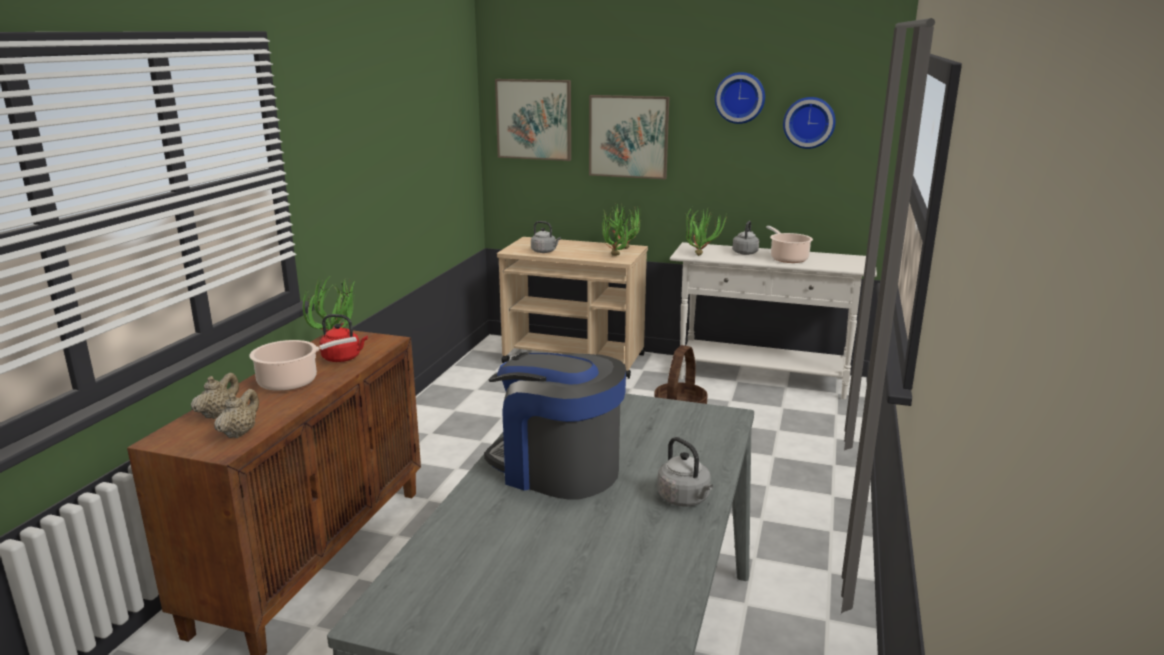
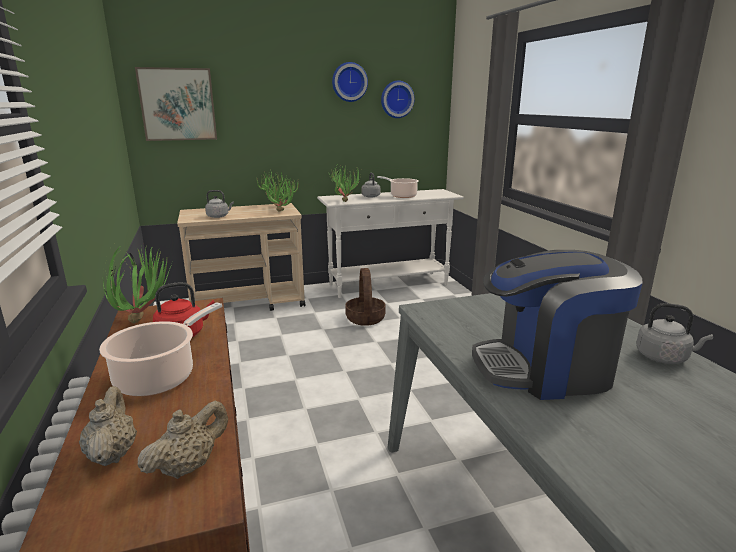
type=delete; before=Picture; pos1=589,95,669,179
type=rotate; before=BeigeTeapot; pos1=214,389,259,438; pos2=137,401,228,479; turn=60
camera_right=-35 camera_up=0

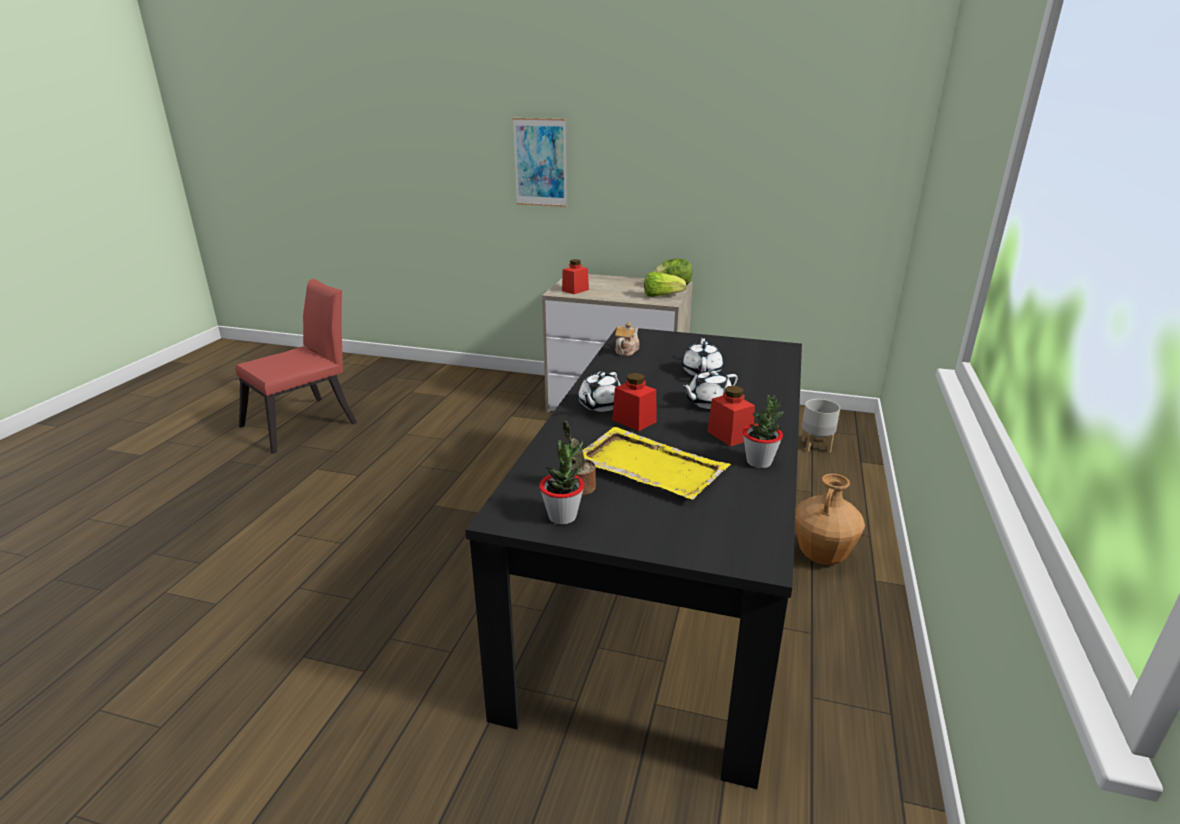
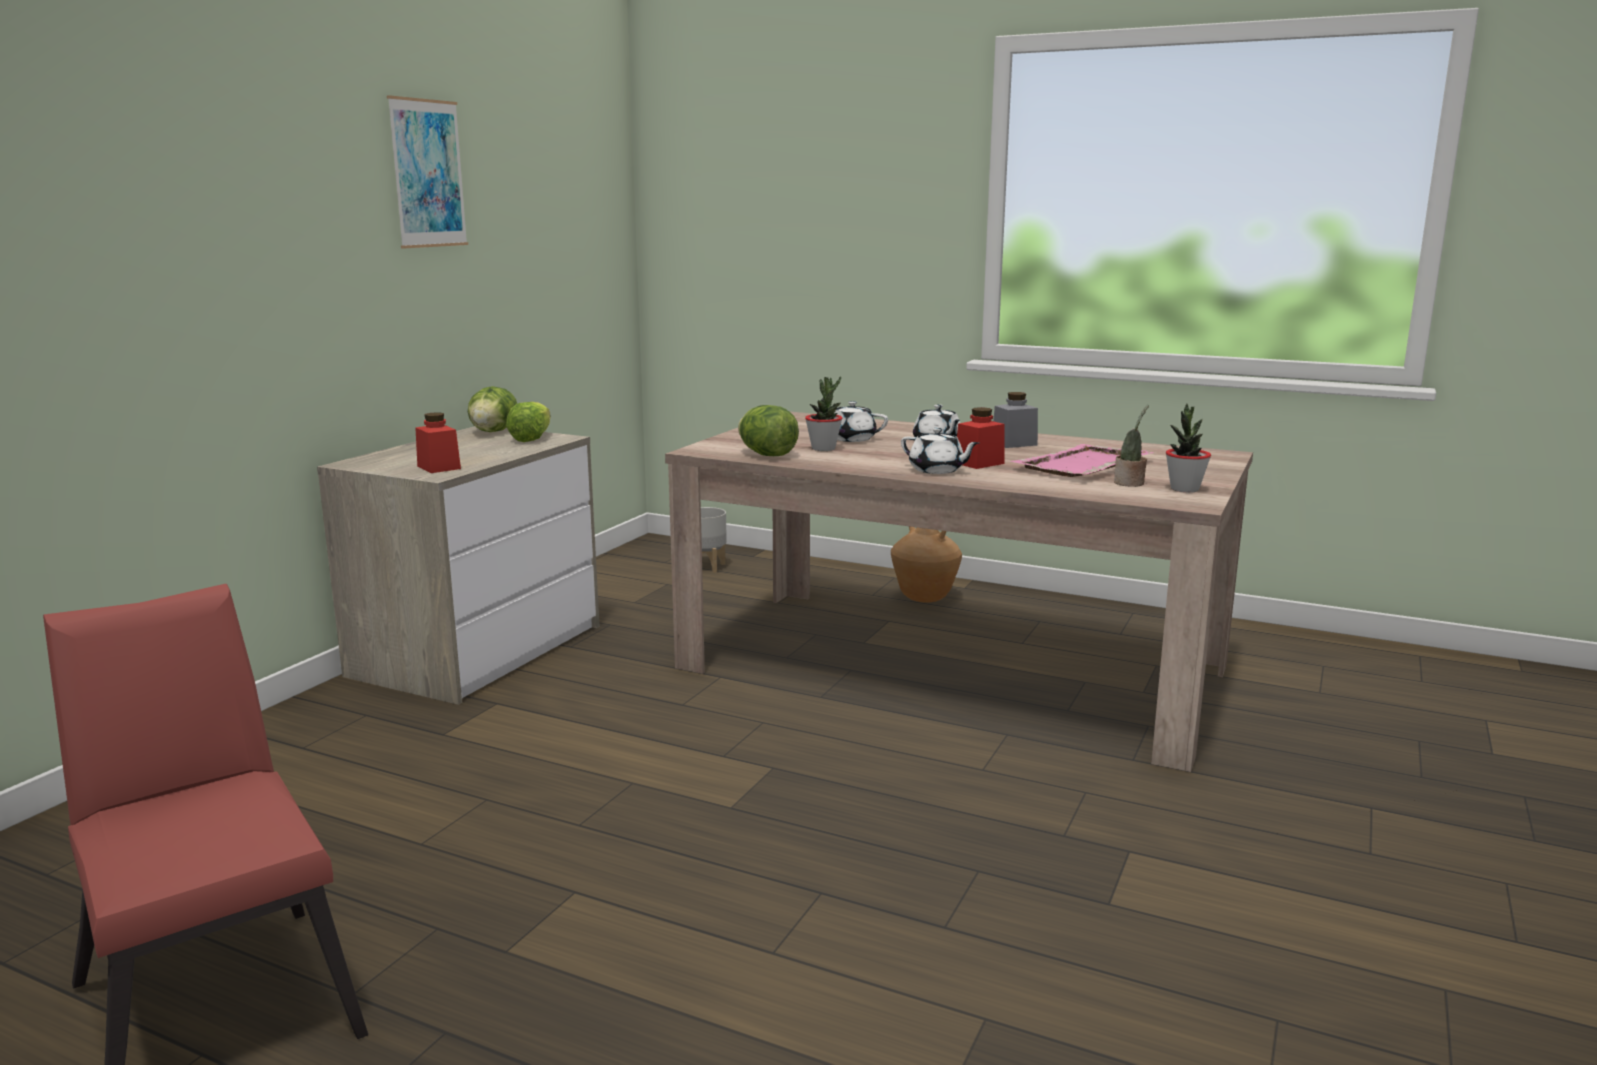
type=move; before=Picture; pos1=513,118,567,207; pos2=387,95,468,248
type=move; before=PlantInAPot; pos1=742,394,785,468; pos2=805,376,842,451
type=replace; before=Teapot; after=LettuceHead; pos1=615,322,640,356; pos2=738,405,799,456
type=recolor; before=BlackColouredKitchenTable; after=BeigeKitchenTable; pos1=465,326,802,789; pos2=665,411,1253,772
type=recolor; before=YellowishCarryingTray; after=PinkColouredCarryingTray; pos1=573,427,731,499; pos2=1010,444,1154,477
type=recolor; before=RedColouredPreserveJar; after=GreyPreserveJar; pos1=707,386,755,447; pos2=993,392,1038,448
camera_right=-80 camera_up=-10

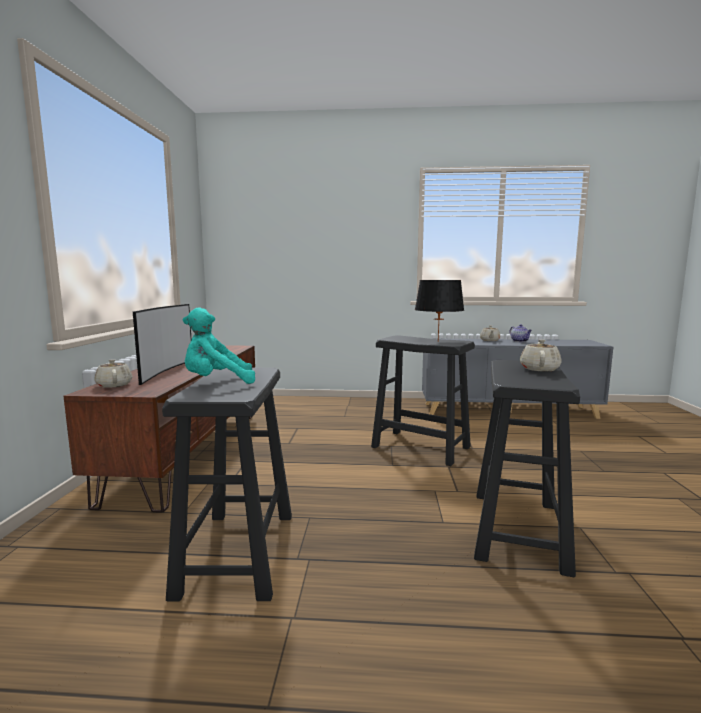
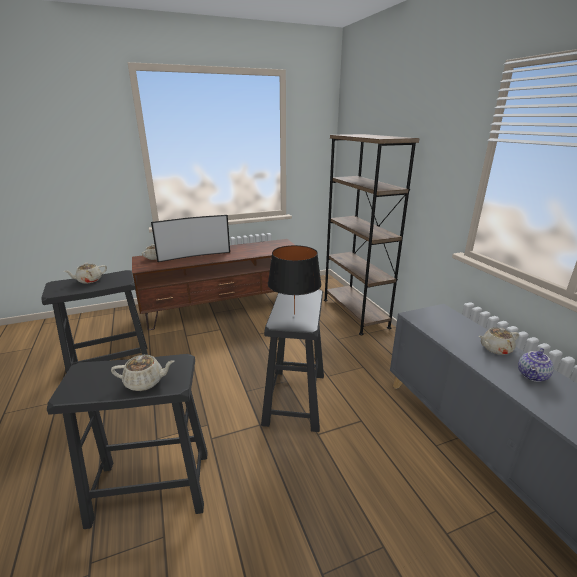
type=insert; after=BrownColouredBookcase; pos2=324,134,419,335
type=replace; before=TurquoisePlushToy; after=BeigeTeapot; pos1=183,307,255,384; pos2=64,263,107,283
camera_right=65 camera_up=15

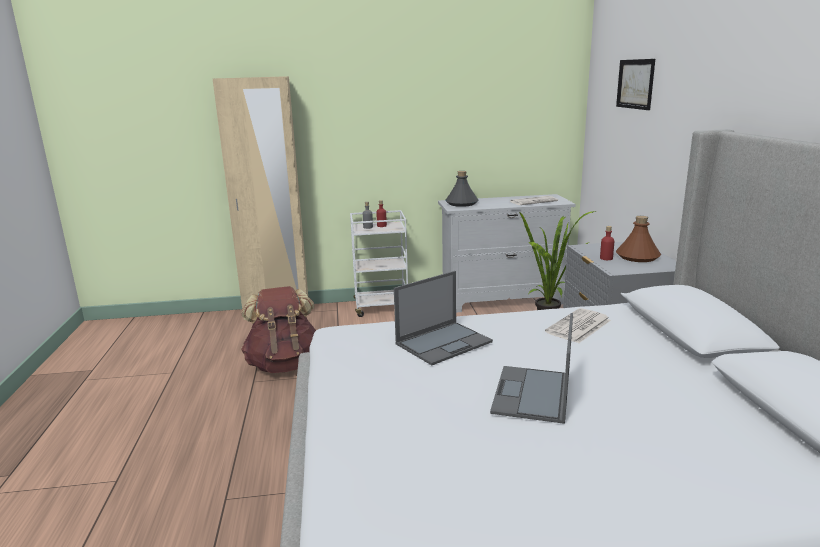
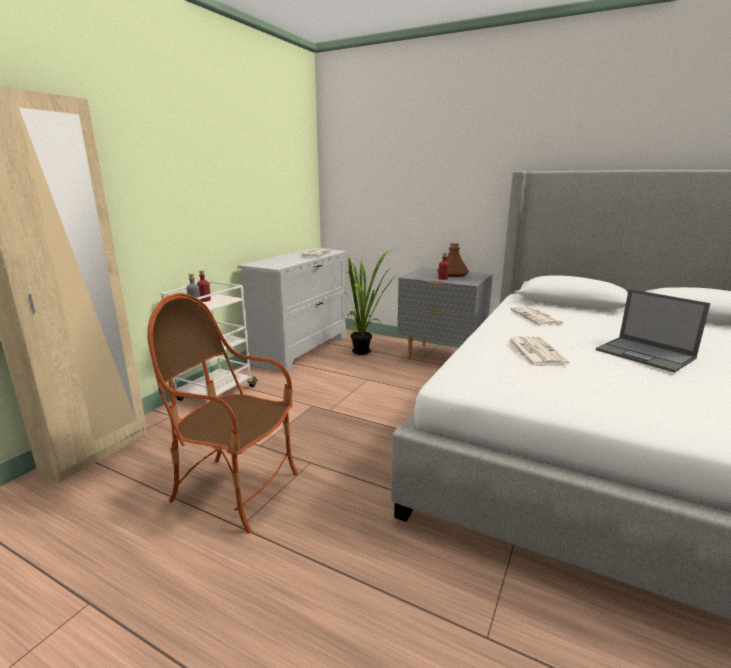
type=delete; before=GreyBottle; pos1=445,171,478,207
type=delete; before=Picture; pos1=616,59,655,110
type=replace; before=BrownColouredKnapsack; after=Armchair; pos1=241,286,316,373; pos2=147,293,298,533
type=replace; before=PortableComputer; after=PrintedPaper; pos1=394,271,493,365; pos2=508,336,569,366
camera_right=-55 camera_up=0

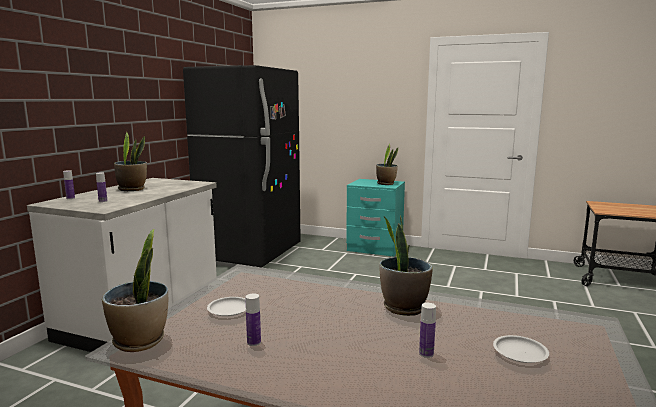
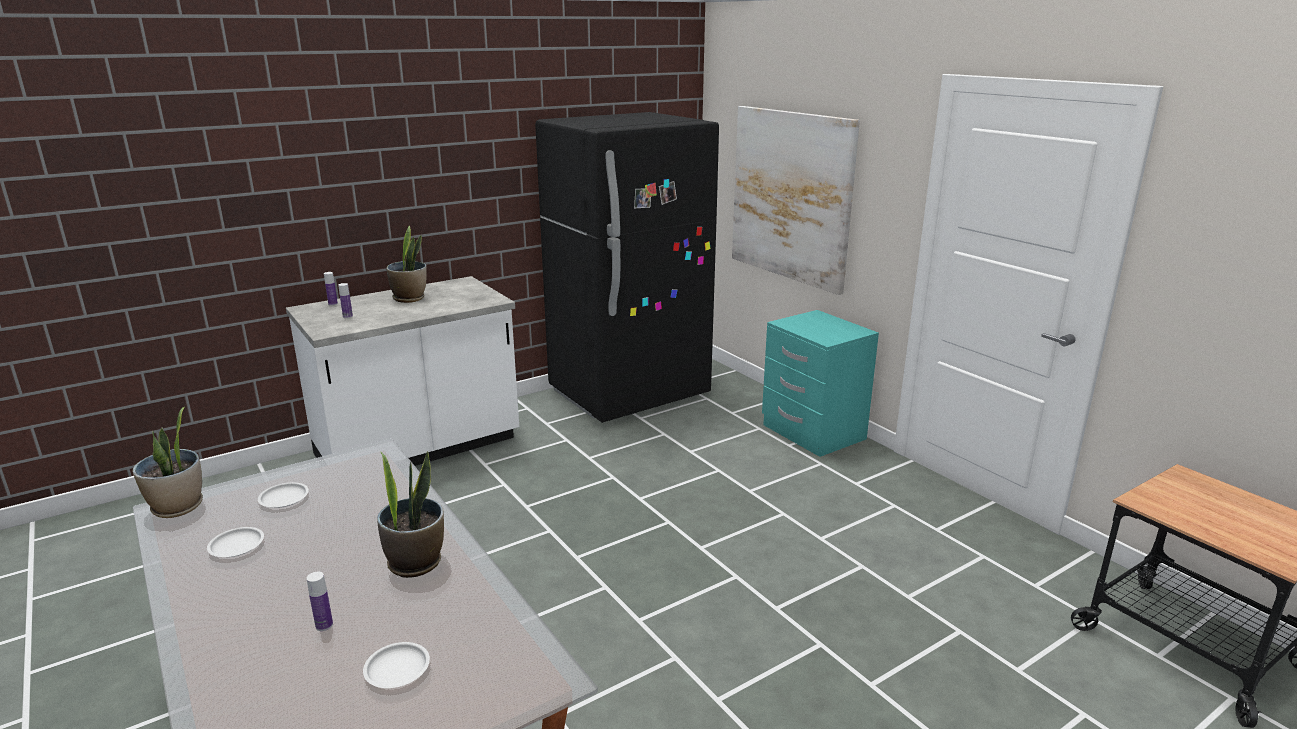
type=delete; before=PlantInAPot; pos1=376,144,398,185
type=insert; after=Picture; pos2=732,106,860,295
type=replace; before=Bottle; after=WhitishDinnerPlate; pos1=246,293,261,346; pos2=207,527,264,557
camera_right=35 camera_up=10

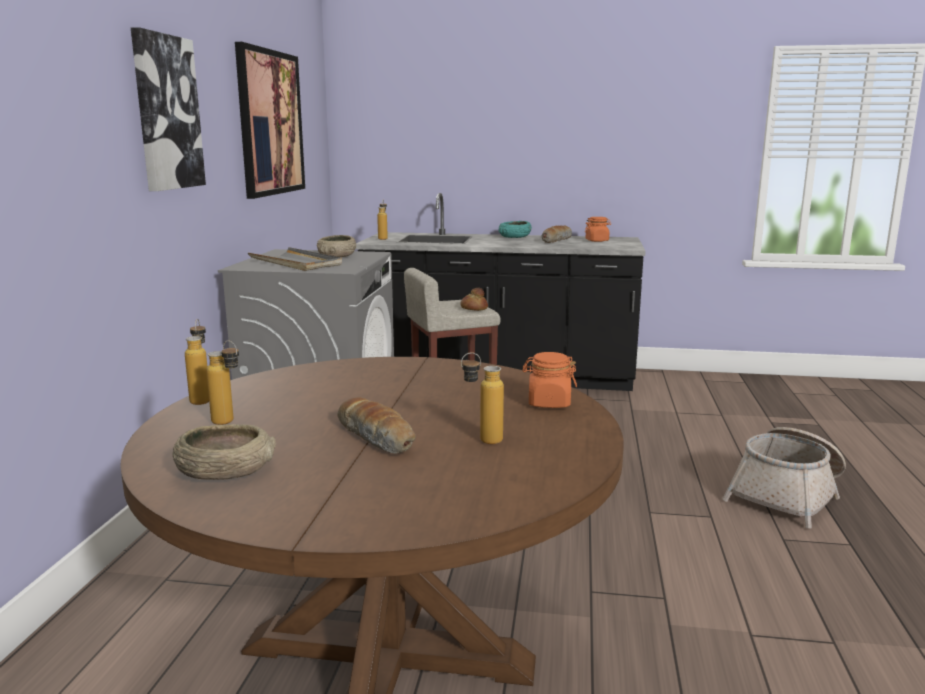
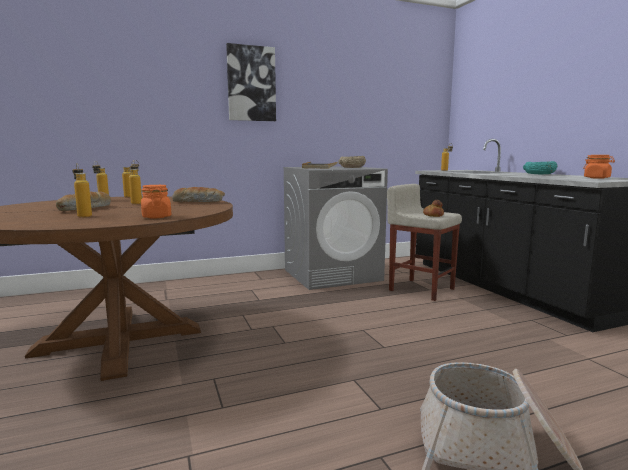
type=delete; before=BeigeBowl; pos1=172,424,276,480
type=delete; before=Picture; pos1=235,42,305,199
type=insert; after=Bottle; pos2=129,164,142,204
type=move; before=Bread; pos1=542,225,572,243; pos2=172,187,225,202
camera_right=60 camera_up=-5

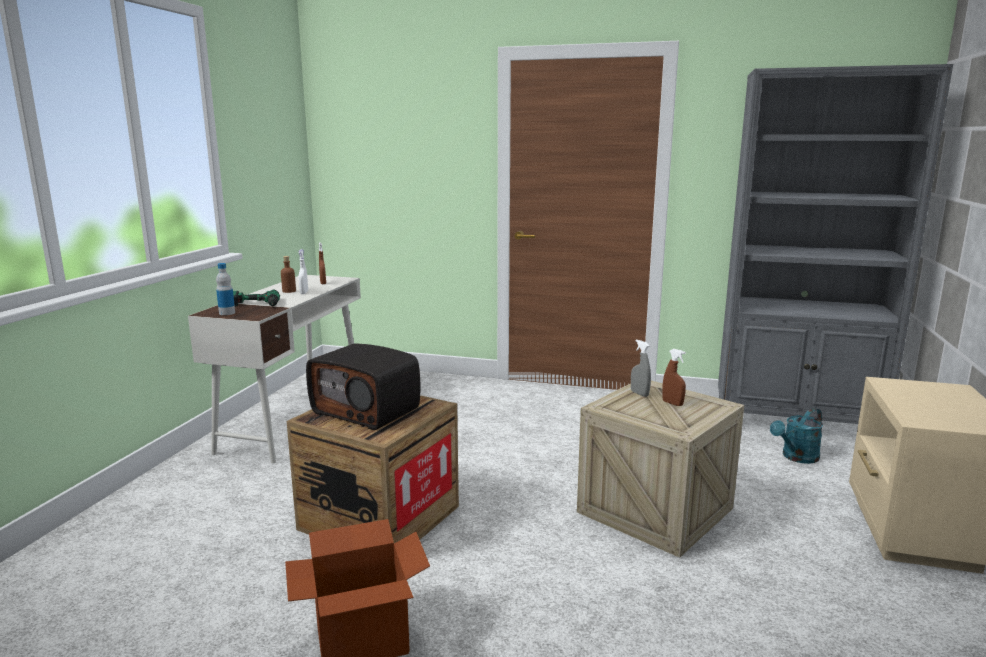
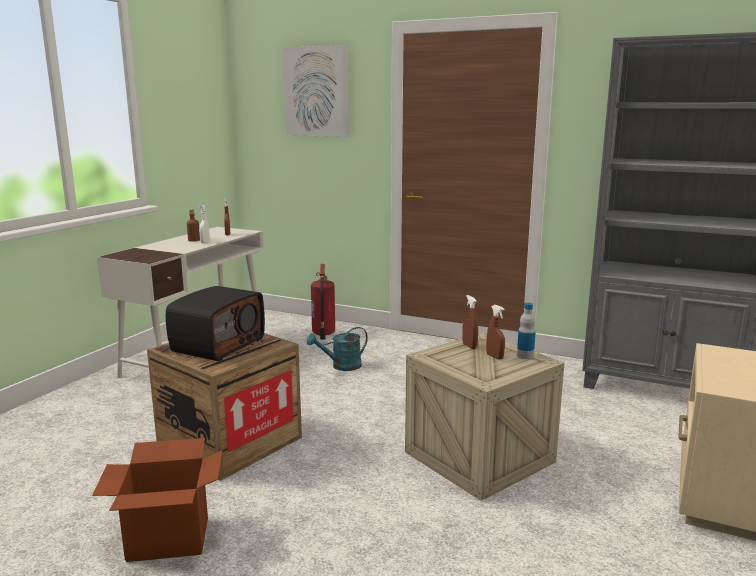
type=delete; before=PowerDrill; pos1=233,290,280,307
type=insert; after=Picture; pos2=283,45,349,137
type=insert; after=FireFightingCylinder; pos2=311,264,335,340
type=move; before=Bottle; pos1=216,263,235,315; pos2=517,302,536,359
type=move; before=TurquoiseWateringCan; pos1=770,408,823,464; pos2=307,327,368,371
type=recolor; before=GreyHandSprayer; after=BrownColouredHandSprayer; pos1=631,340,651,397; pos2=462,295,478,349
type=rotate; before=Radio; pos1=306,343,420,430; pos2=166,286,265,361; turn=-105
camera_right=10 camera_up=0

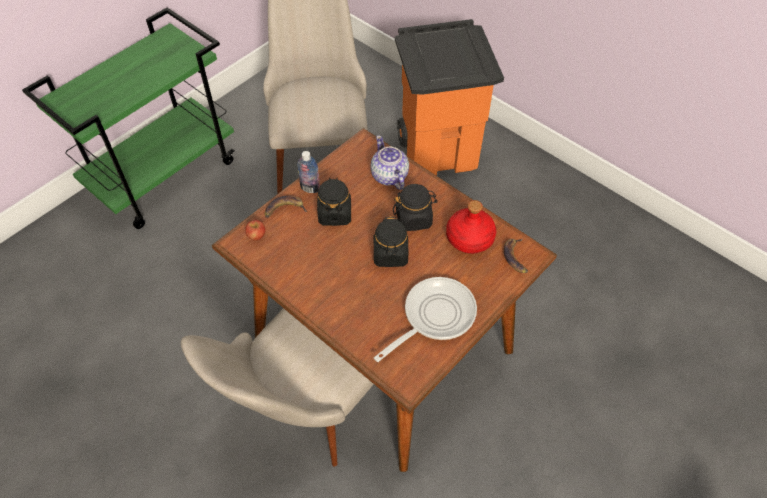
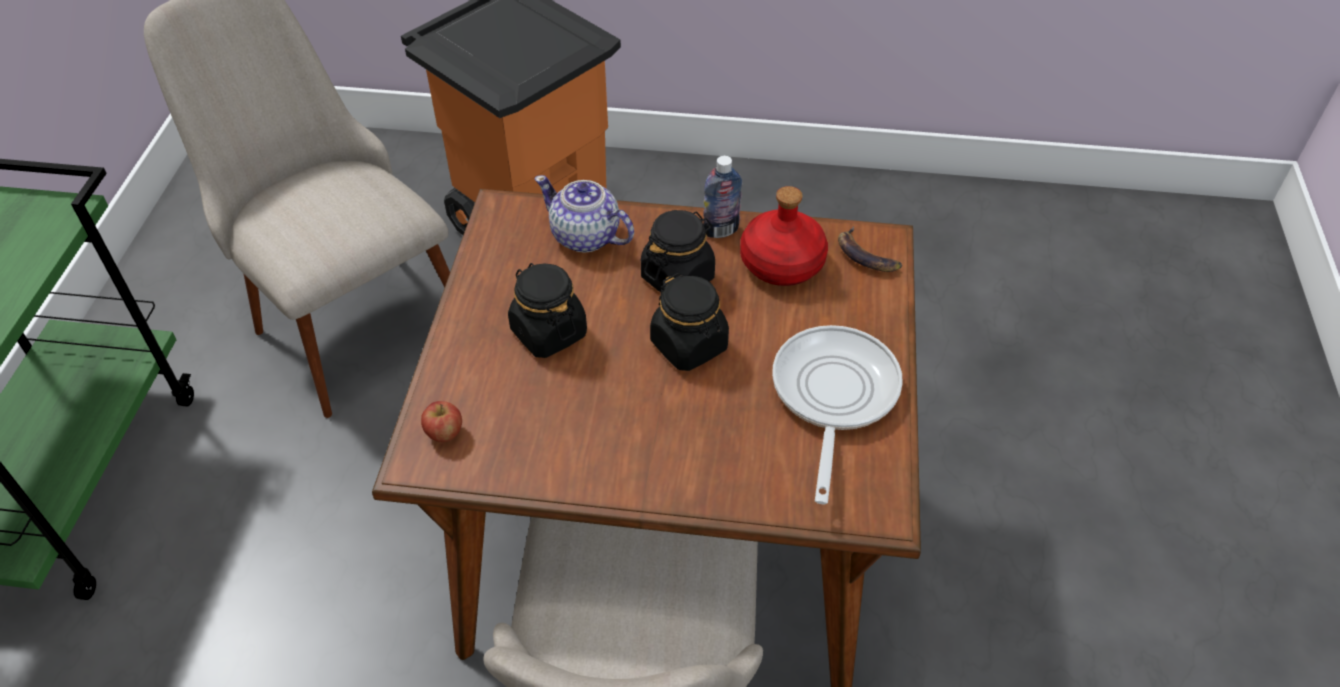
type=delete; before=Banana; pos1=265,195,307,218
type=move; before=Bottle; pos1=297,151,320,193; pos2=703,156,742,238
camera_right=-35 camera_up=-5

